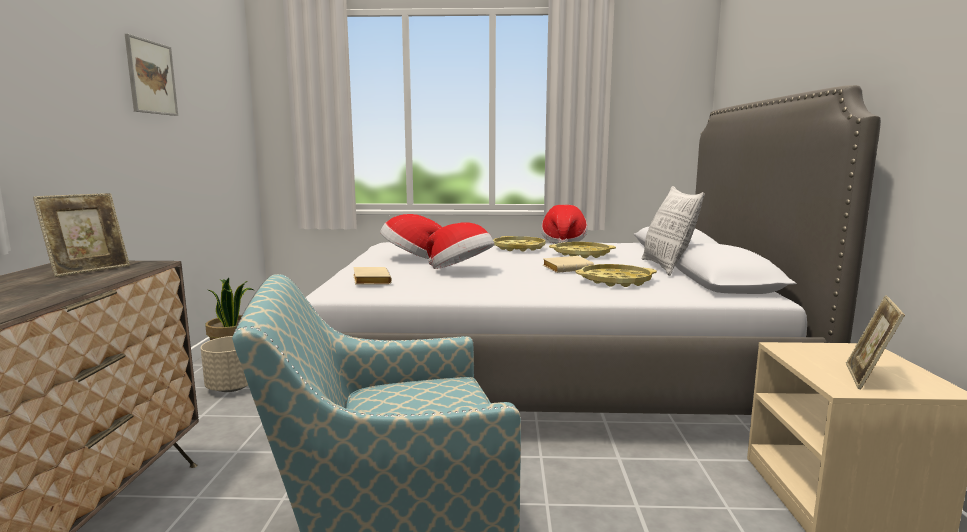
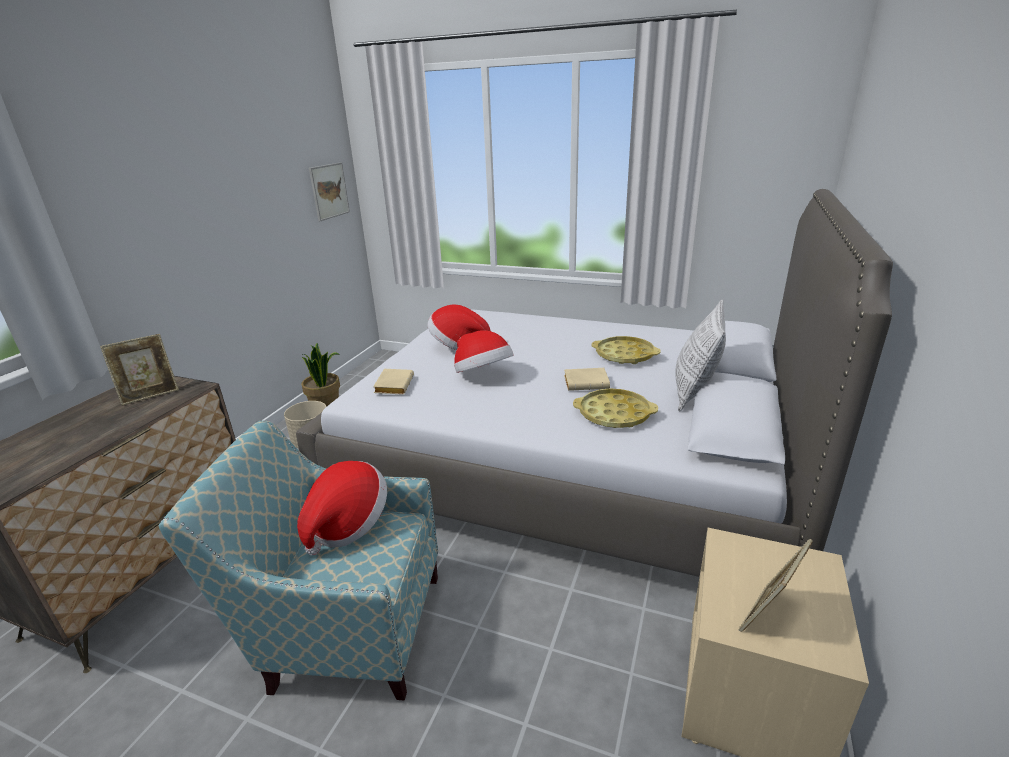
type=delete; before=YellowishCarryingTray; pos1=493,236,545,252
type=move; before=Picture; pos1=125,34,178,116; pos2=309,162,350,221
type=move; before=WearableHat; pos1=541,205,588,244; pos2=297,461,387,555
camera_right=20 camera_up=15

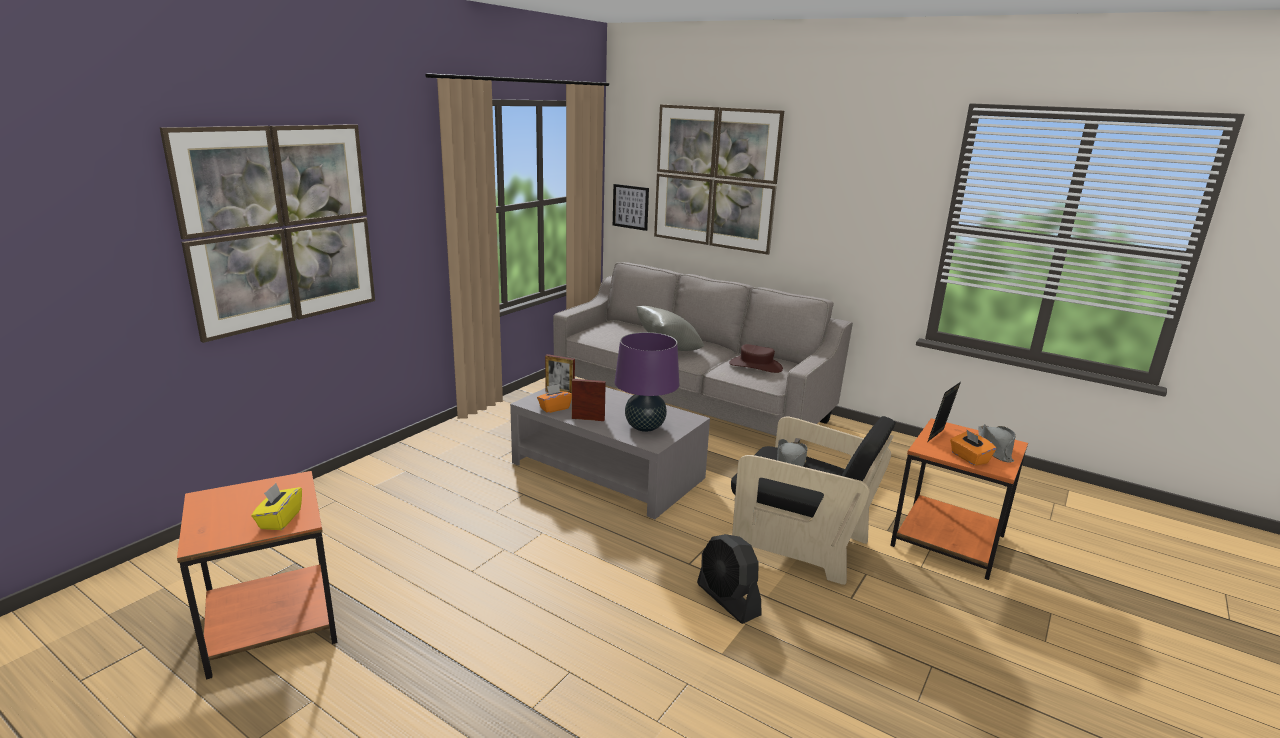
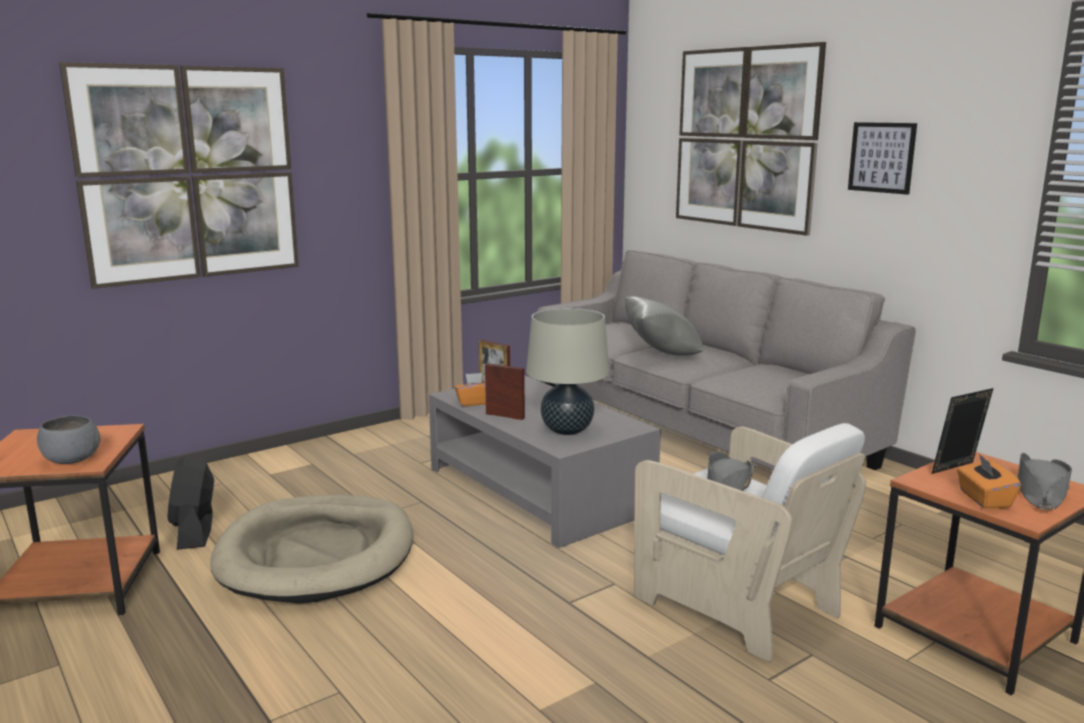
type=delete; before=BrownColouredWearableHat; pos1=729,344,783,373
type=insert; after=BeigeDogCushion; pos2=210,495,413,604
type=move; before=Picture; pos1=613,184,649,231; pos2=848,122,917,195
type=move; before=BlackColouredElectricFan; pos1=697,534,762,624; pos2=167,456,214,550
type=replace; before=YellowishBoxOfTissues; after=GreyBowl; pos1=251,483,302,530; pos2=37,415,100,464
type=recolor; before=PurpleTabletopLamp; after=BeigeTabletopLamp; pos1=615,332,679,432; pos2=526,308,609,435
type=recolor; before=BlackColouredArmchair; after=WhitishArmchair; pos1=731,416,896,585; pos2=634,423,866,662
camera_right=20 camera_up=-5

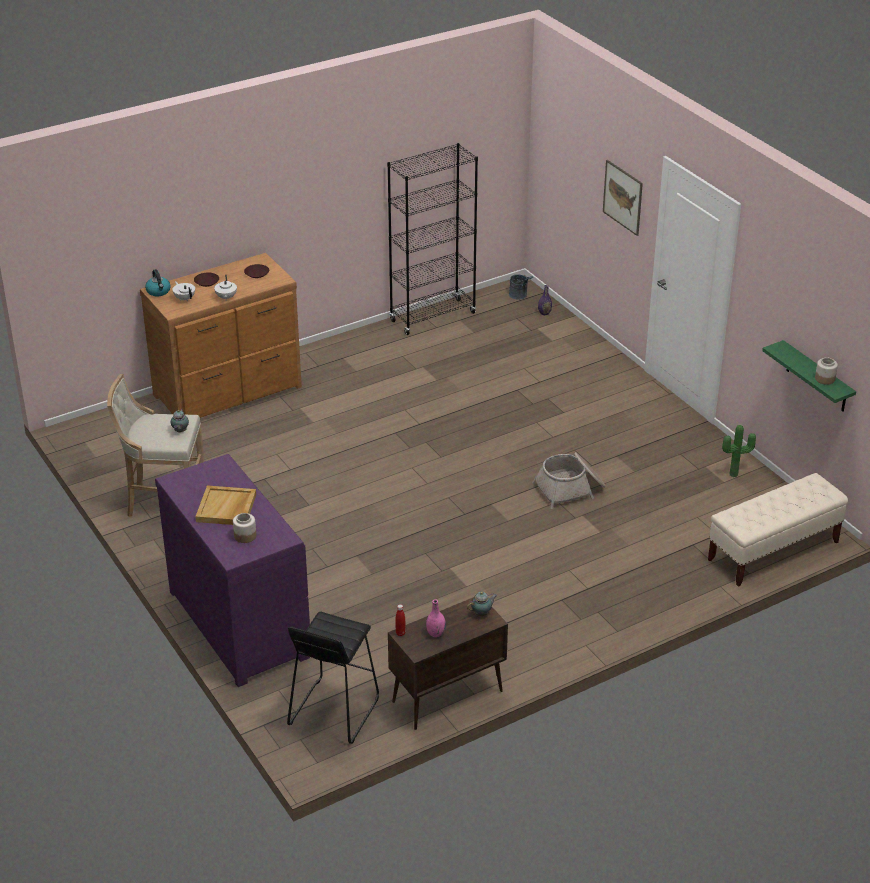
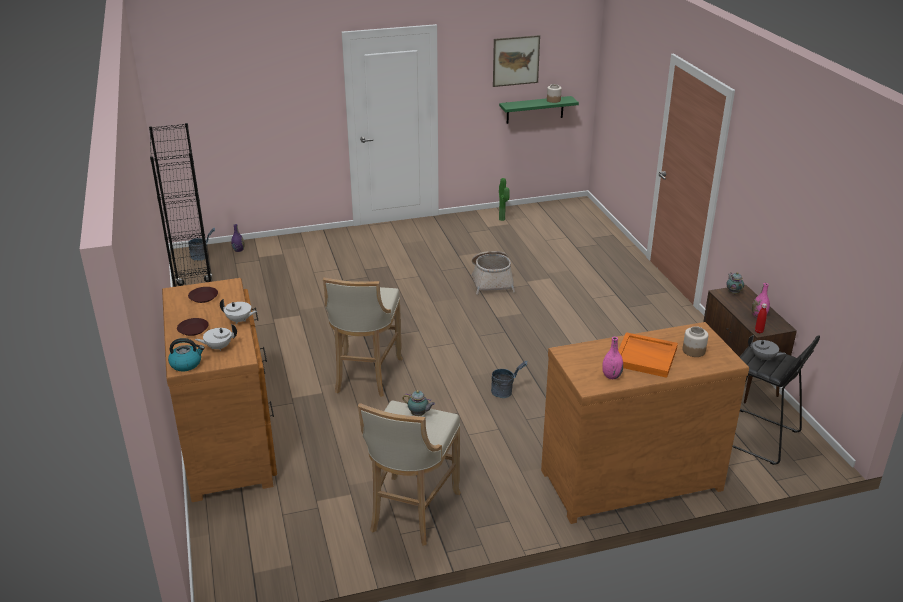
type=delete; before=BeigeLongSeat; pos1=708,473,848,587
type=insert; after=BeigeSittingStool; pos2=323,278,403,397
type=insert; after=GreyPail; pos2=491,361,528,398
type=insert; after=PinkColouredDecorativeVase; pos2=602,337,623,379
type=insert; after=GreyTeapot; pos2=748,335,786,361
type=move; before=Picture; pos1=603,160,643,236; pos2=493,35,540,87
type=recolor; before=PurpleChestOfDrawers; after=BrownColouredChestOfDrawers; pos1=155,454,310,687; pos2=541,322,749,524
type=recolor; before=BeigeCarryingTray; after=OrangeCarryingTray; pos1=195,485,256,525; pos2=618,332,678,378
camera_right=-75 camera_up=-5

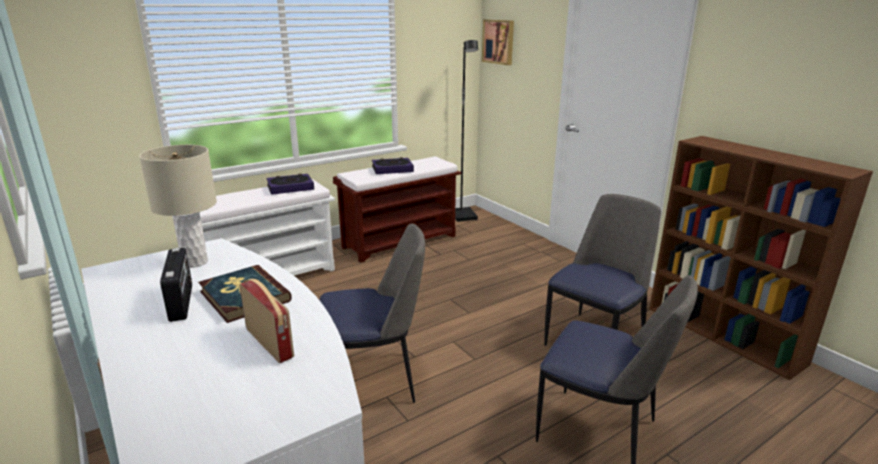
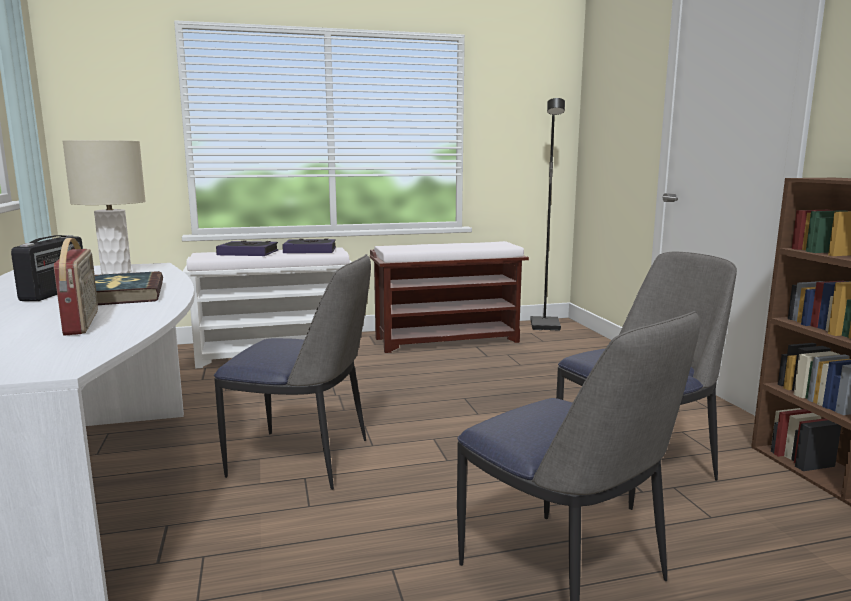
type=delete; before=Picture; pos1=482,19,514,65
type=move; before=BoundBook; pos1=372,157,414,174; pos2=216,240,278,256
camera_right=20 camera_up=-10

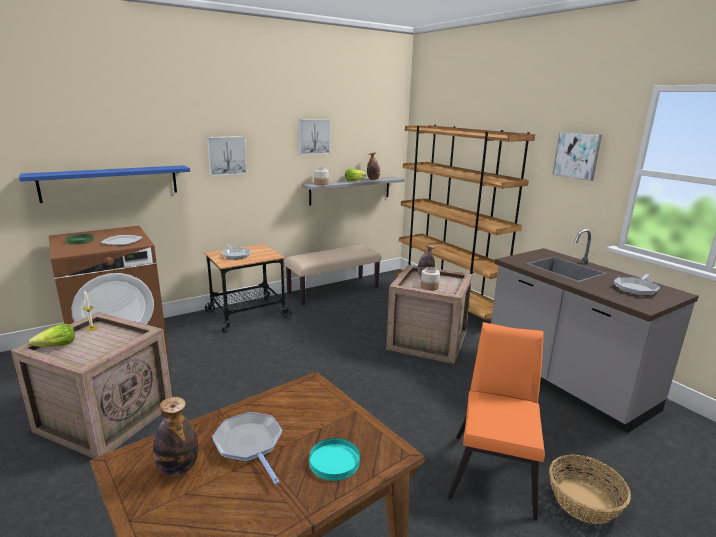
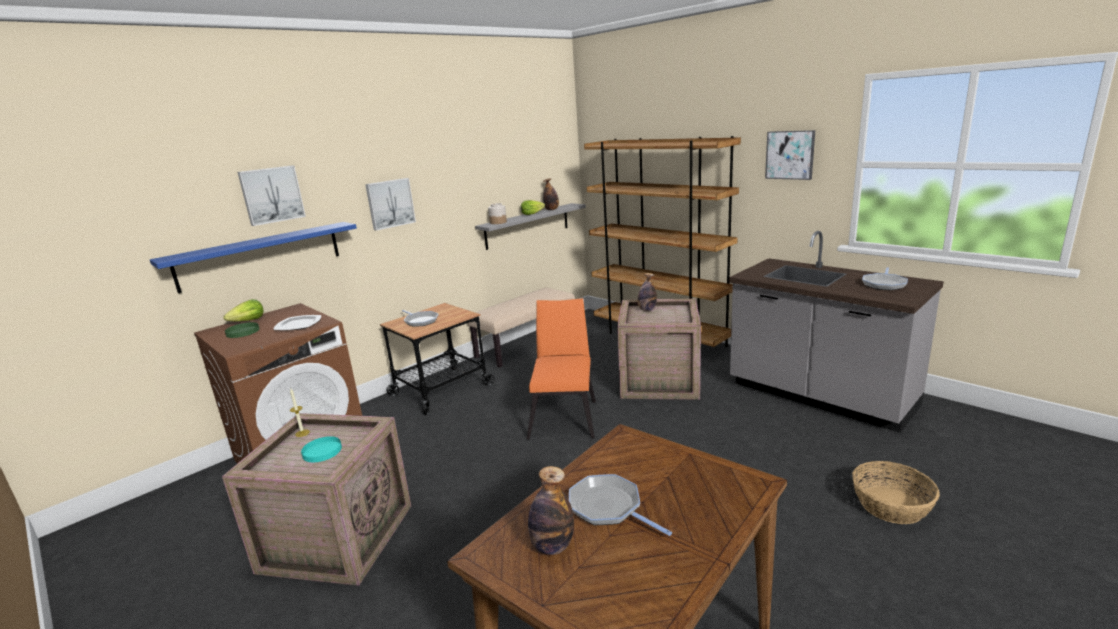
type=delete; before=PreserveJar; pos1=421,267,440,291
type=move; before=LettuceHead; pos1=28,324,75,347; pos2=223,299,264,322
type=move; before=Picture; pos1=298,119,330,155; pos2=238,166,306,226
type=move; before=TurquoiseDinnerPlate; pos1=309,438,360,481; pos2=301,436,342,462
type=move; before=OrangeUprightChair; pos1=447,322,545,521; pos2=527,298,596,440
camera_right=-10 camera_up=0

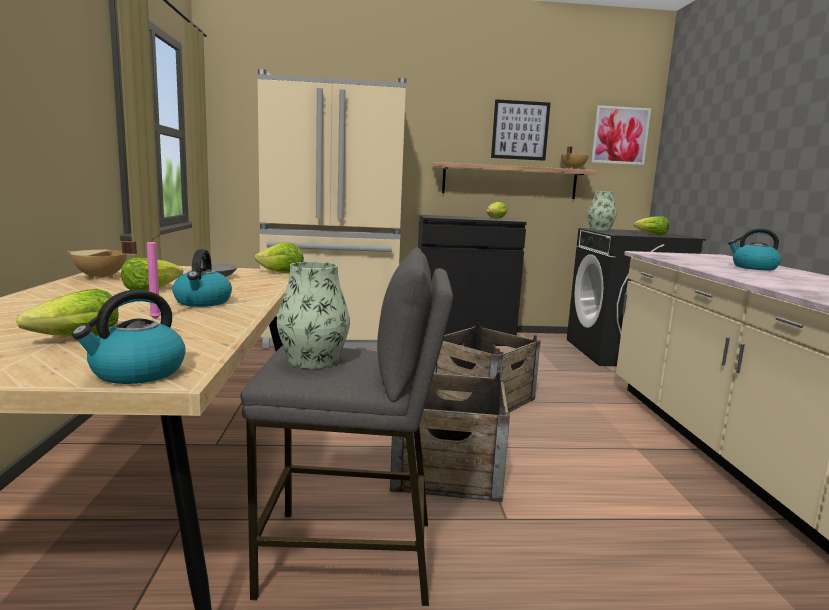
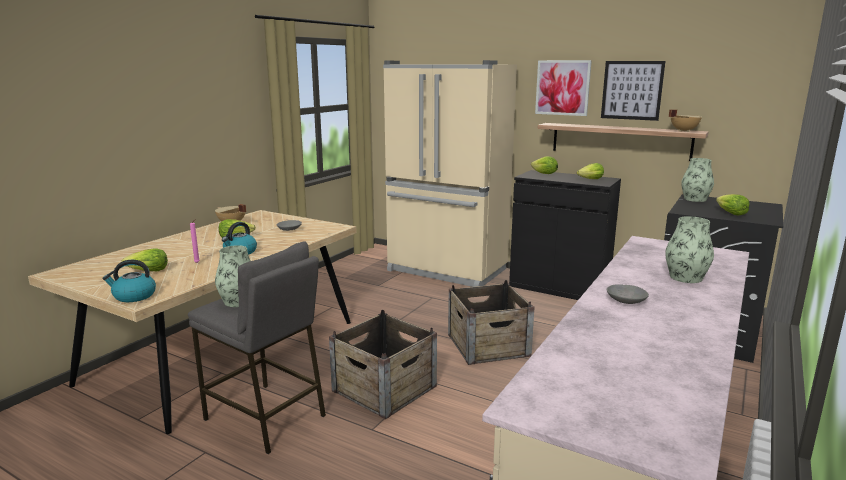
type=insert; after=GreyBowl; pos2=607,284,649,304
type=move; before=LettuceHead; pos1=255,242,304,273; pos2=531,156,558,174
type=move; before=Picture; pos1=591,105,651,165; pos2=535,60,592,116
type=replace; before=TeaKettle; after=DecorativeVase; pos1=728,228,781,270; pos2=665,216,714,283
camera_right=35 camera_up=5

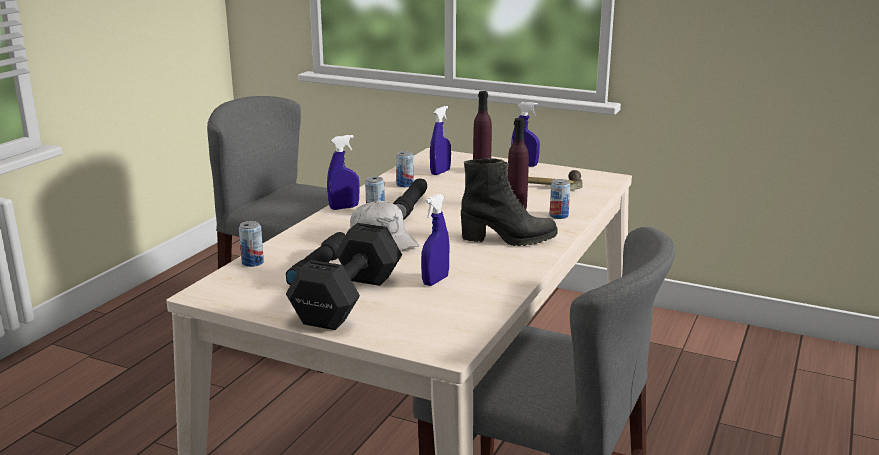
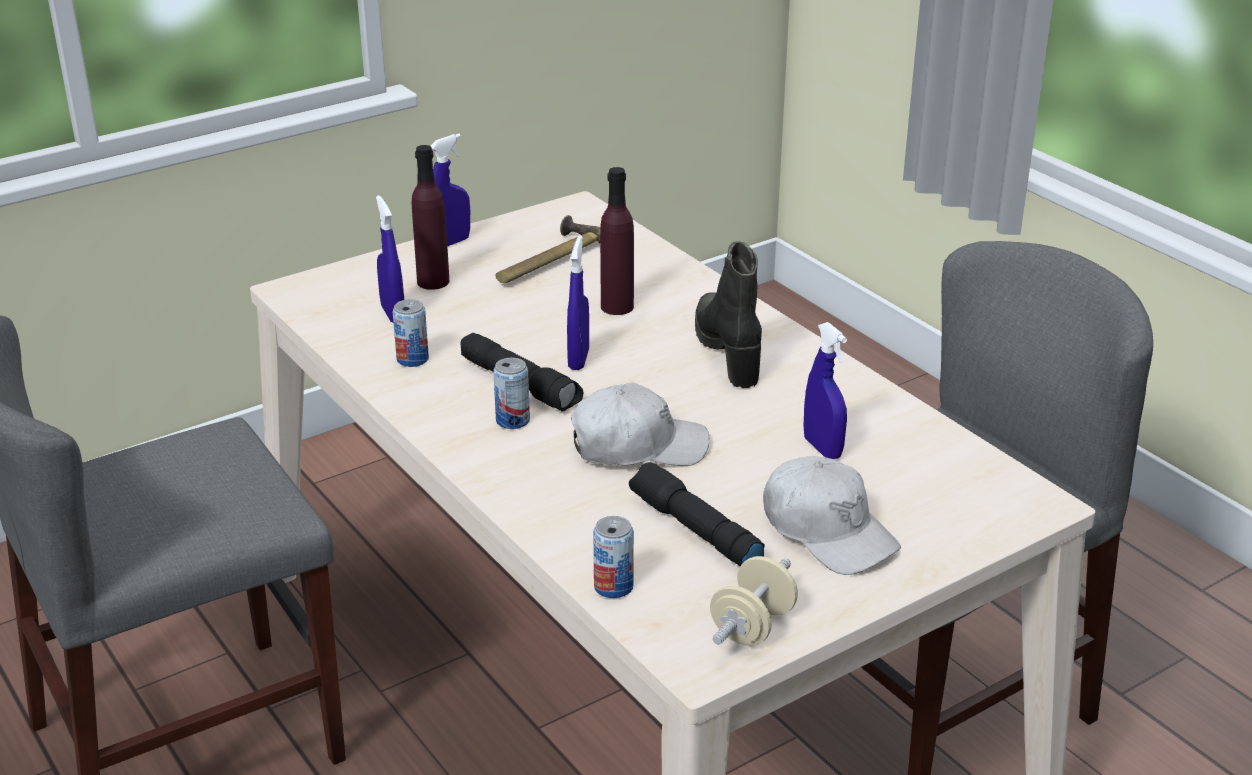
type=delete; before=Can; pos1=550,179,570,219
type=insert; after=BeigeDumbbell; pos2=710,556,798,646
type=move; before=BlueColouredHandSprayer; pos1=327,135,360,210; pos2=567,235,589,370
type=replace; before=BlackColouredDumbbell; after=WhitishBaseballCap; pos1=286,223,402,330; pos2=763,456,901,575
type=rotate; before=BlackColouredBoot; pos1=461,158,558,246; pos2=695,241,762,388; turn=-45
camera_right=-60 camera_up=10

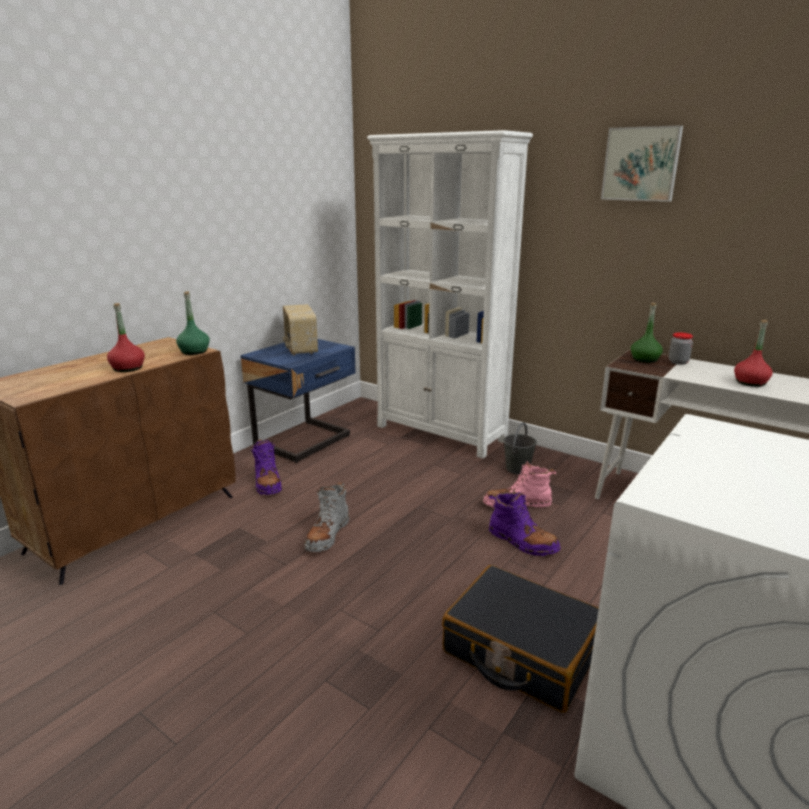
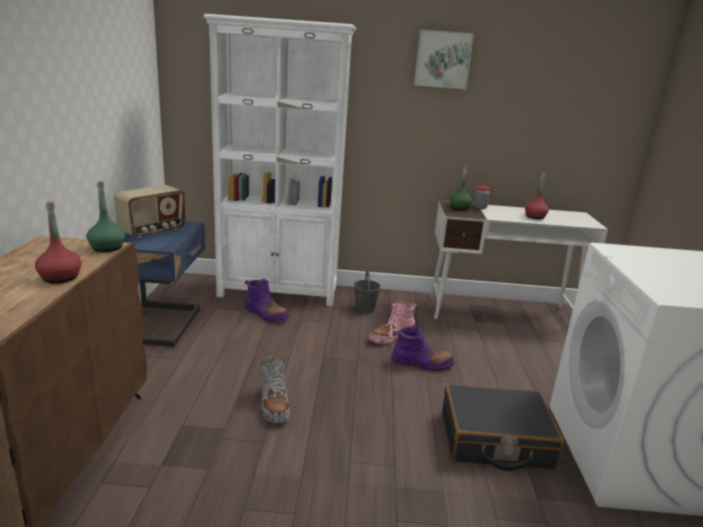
type=move; before=PurpleBoot; pos1=251,439,282,495; pos2=244,278,289,322
type=rotate; before=Radio; pos1=283,304,318,356; pos2=114,185,185,238; turn=-90
camera_right=-35 camera_up=0

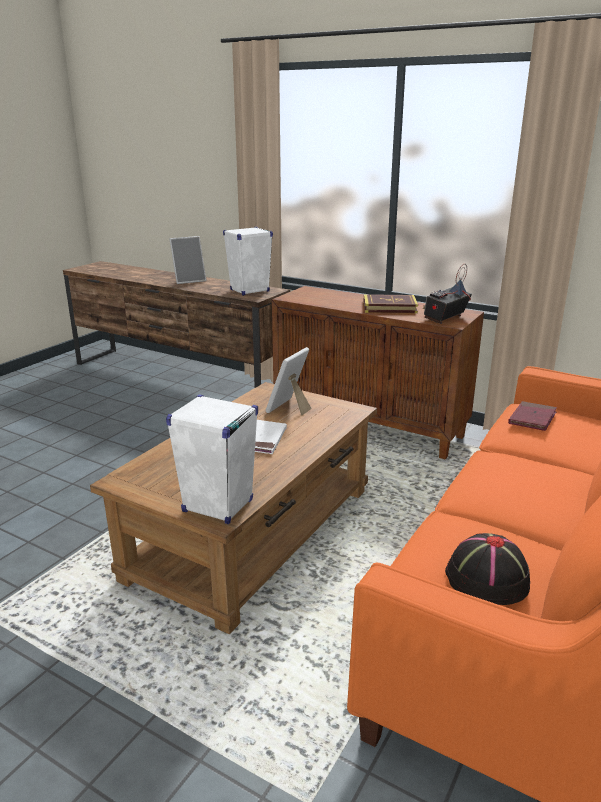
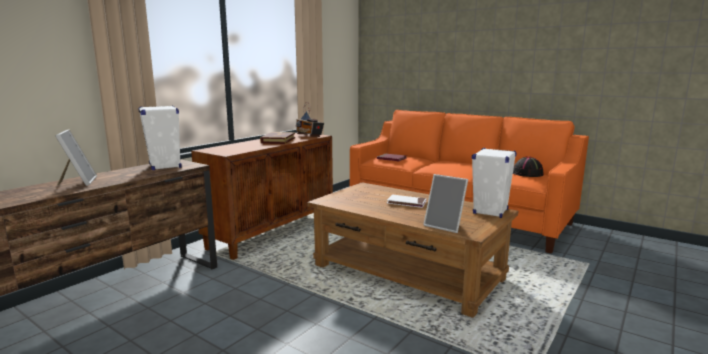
type=move; before=StandingFrame; pos1=266,347,312,416; pos2=423,174,468,233
camera_right=-85 camera_up=-10

